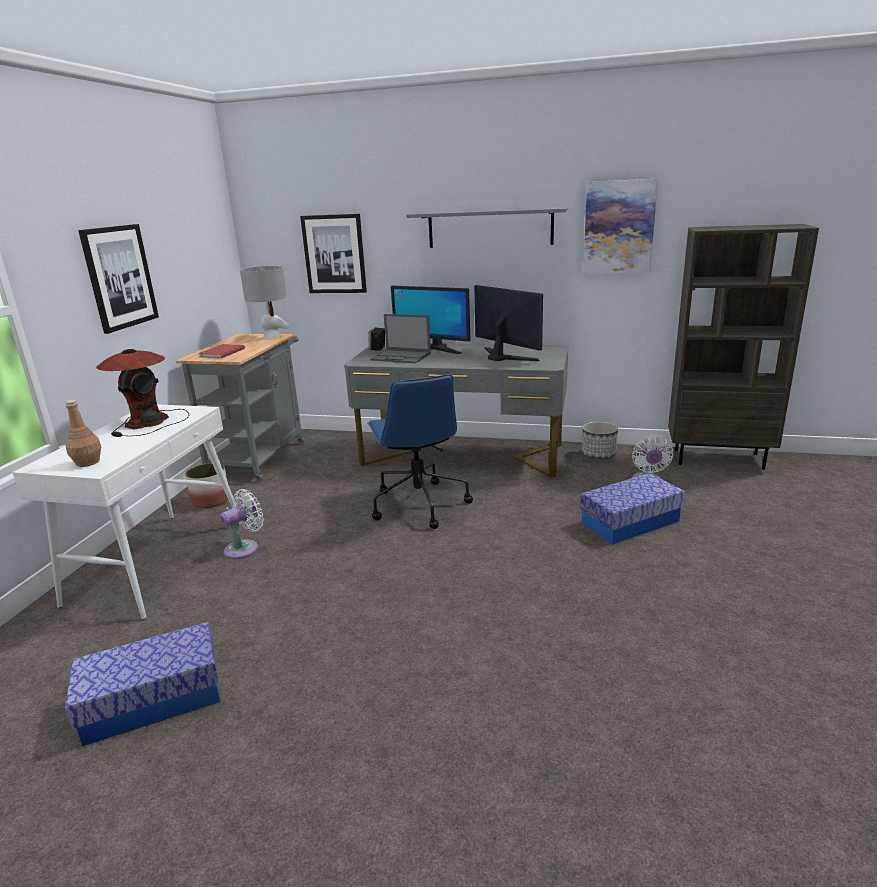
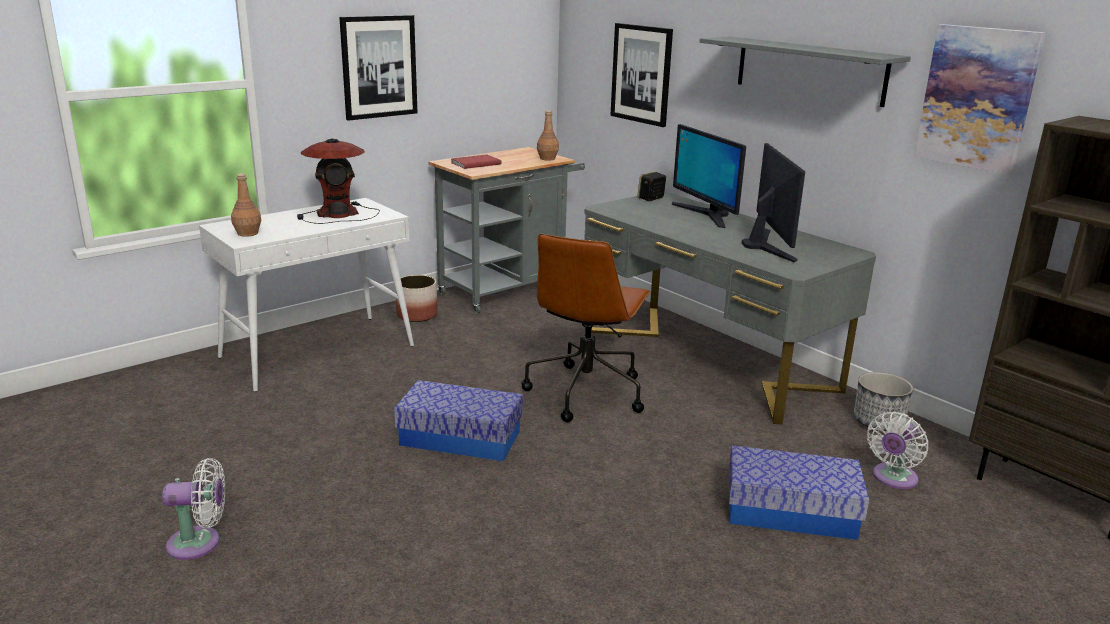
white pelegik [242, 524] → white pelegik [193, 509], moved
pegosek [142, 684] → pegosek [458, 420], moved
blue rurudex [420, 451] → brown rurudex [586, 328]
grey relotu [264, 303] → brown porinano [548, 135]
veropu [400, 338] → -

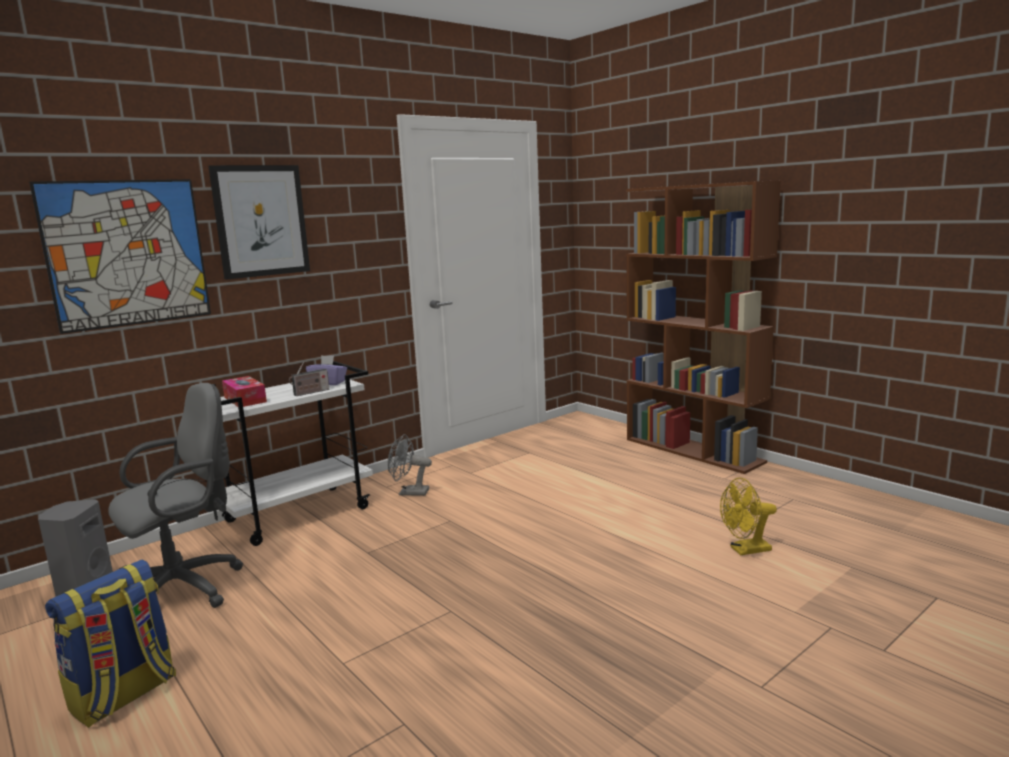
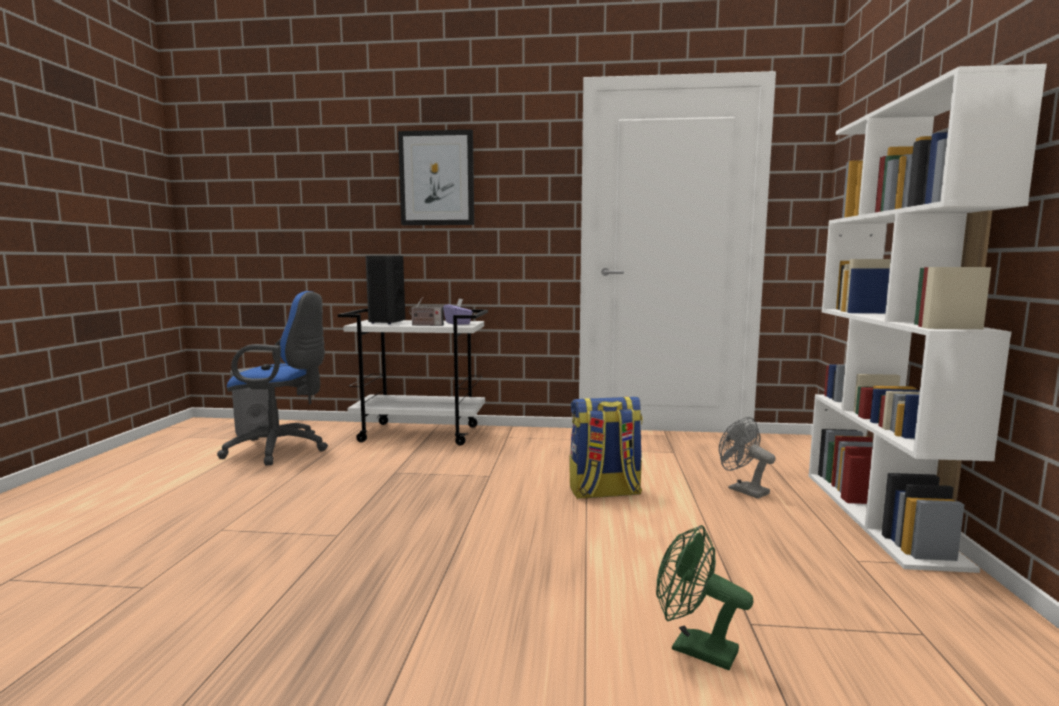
grey rurudex [175, 495] → blue rurudex [272, 378]
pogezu [244, 391] → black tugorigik [385, 290]
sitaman [110, 643] → sitaman [606, 448], moved
yellow pelegik [748, 516] → green pelegik [705, 597]
grey pelegik [410, 465] → grey pelegik [747, 458], moved
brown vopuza [703, 327] → white vopuza [928, 318]
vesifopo [120, 256] → -

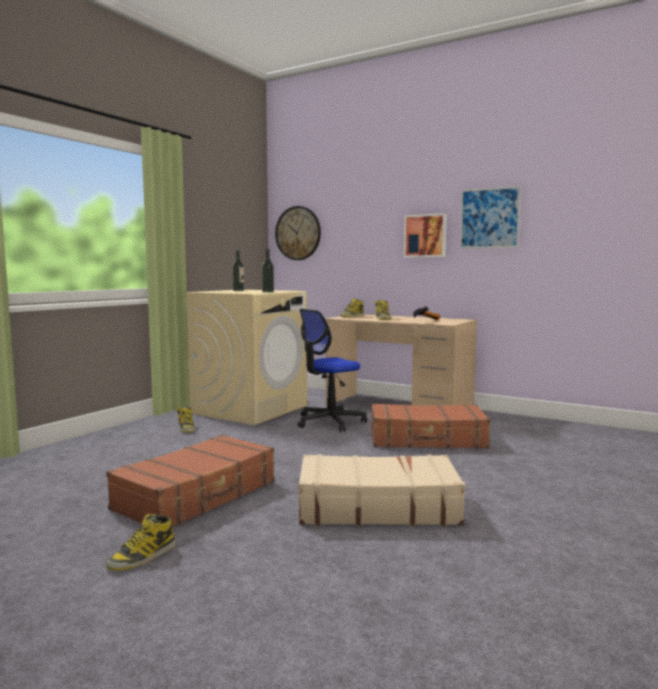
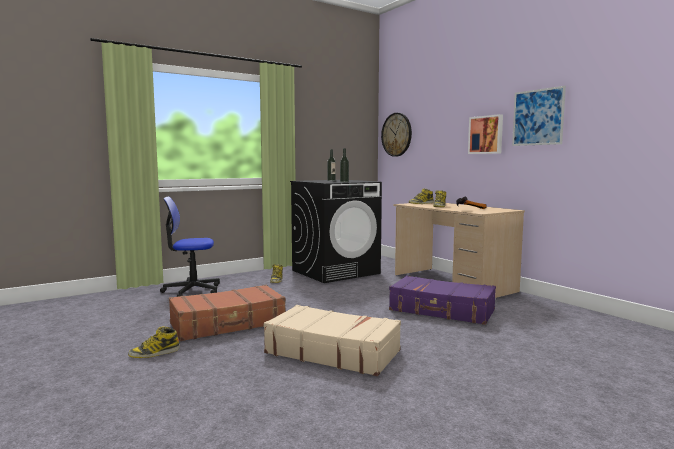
rurudex [332, 370] → rurudex [190, 246], moved
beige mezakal [245, 357] → black mezakal [336, 231]
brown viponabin [430, 426] → purple viponabin [442, 300]

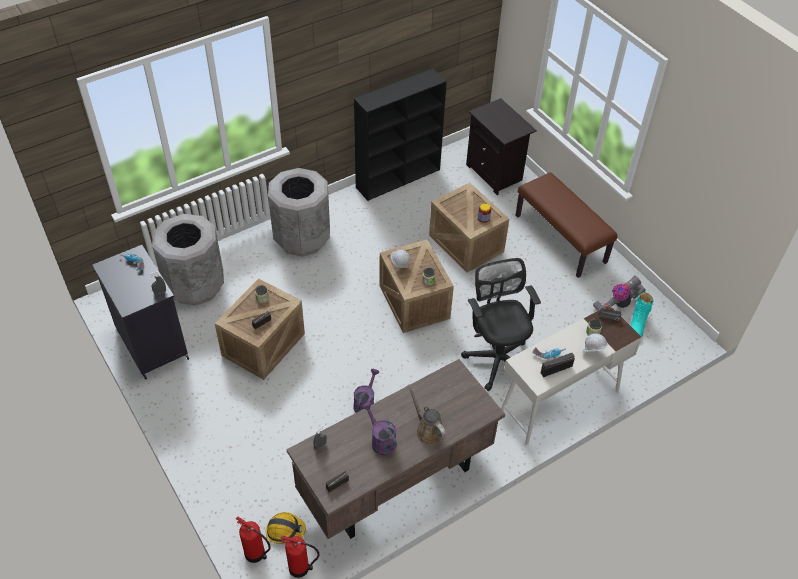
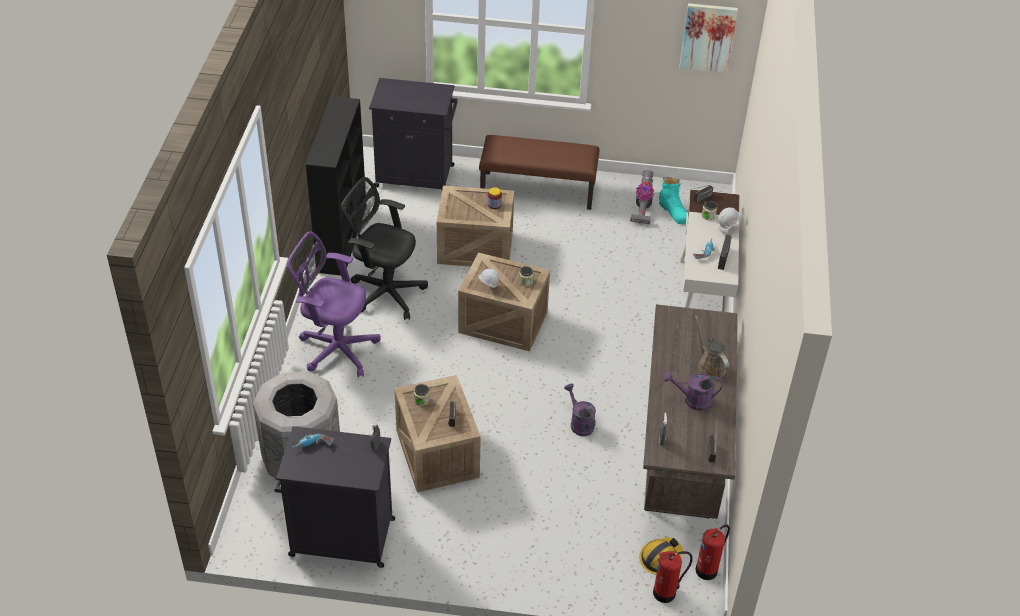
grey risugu [299, 212] → purple rurudex [333, 304]
black rurudex [501, 324] → black rurudex [384, 248], moved
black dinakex [501, 146] → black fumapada [413, 134]
- → vesifopo [708, 38]
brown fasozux [427, 415] → brown fasozux [712, 347], 60 degrees clockwise

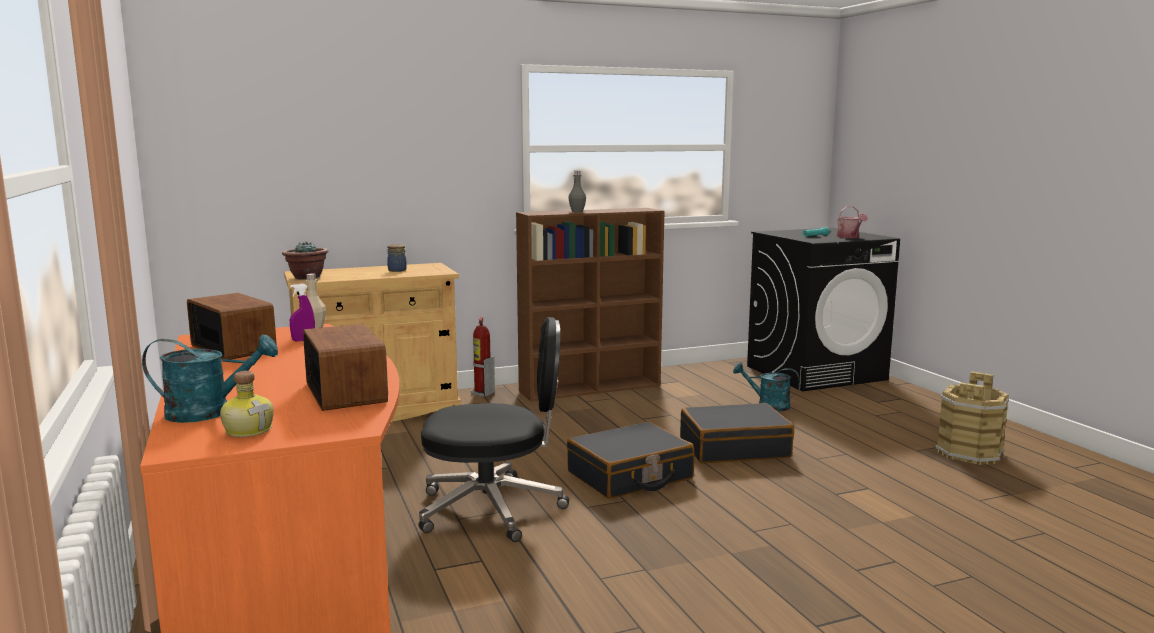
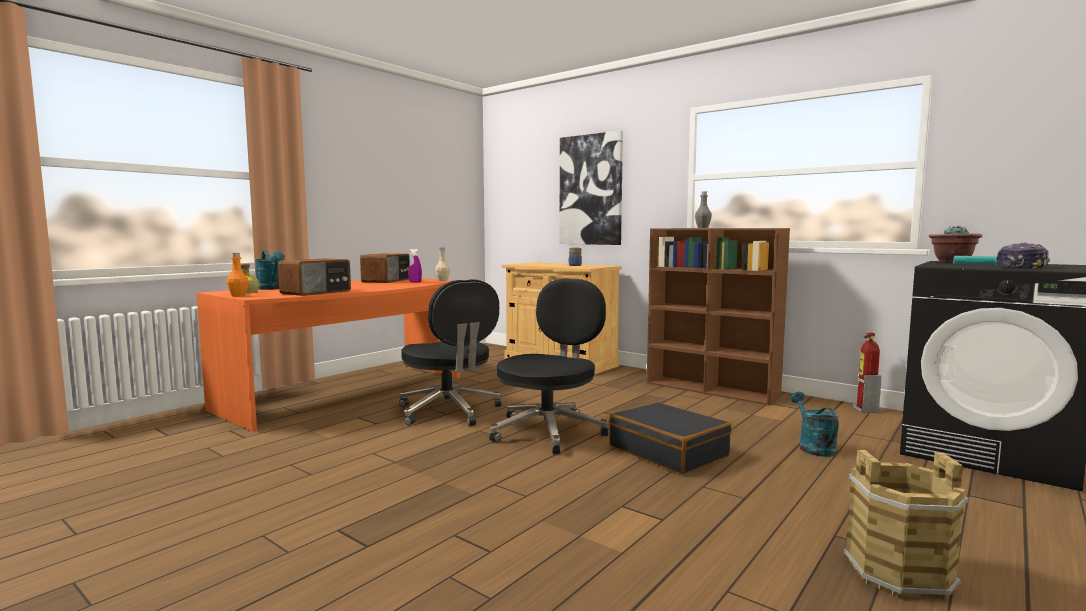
- → orange porinano [238, 275]
black viponabin [630, 460] → black rurudex [549, 366]
- → vesifopo [591, 187]
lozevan [483, 357] → lozevan [867, 373], moved
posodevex [305, 260] → posodevex [955, 244], moved
fasozux [852, 222] → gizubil [1023, 255]

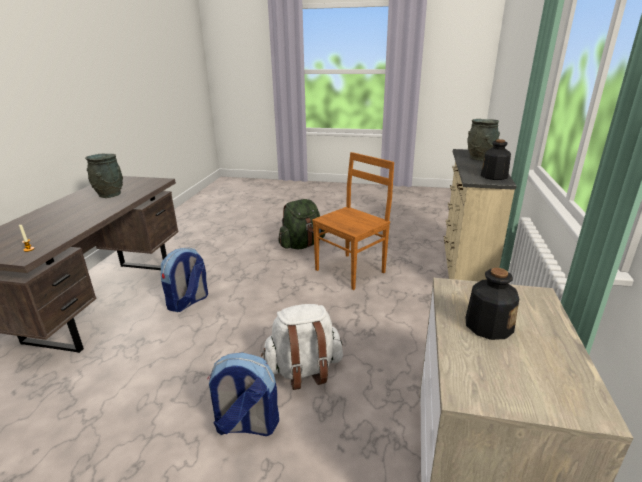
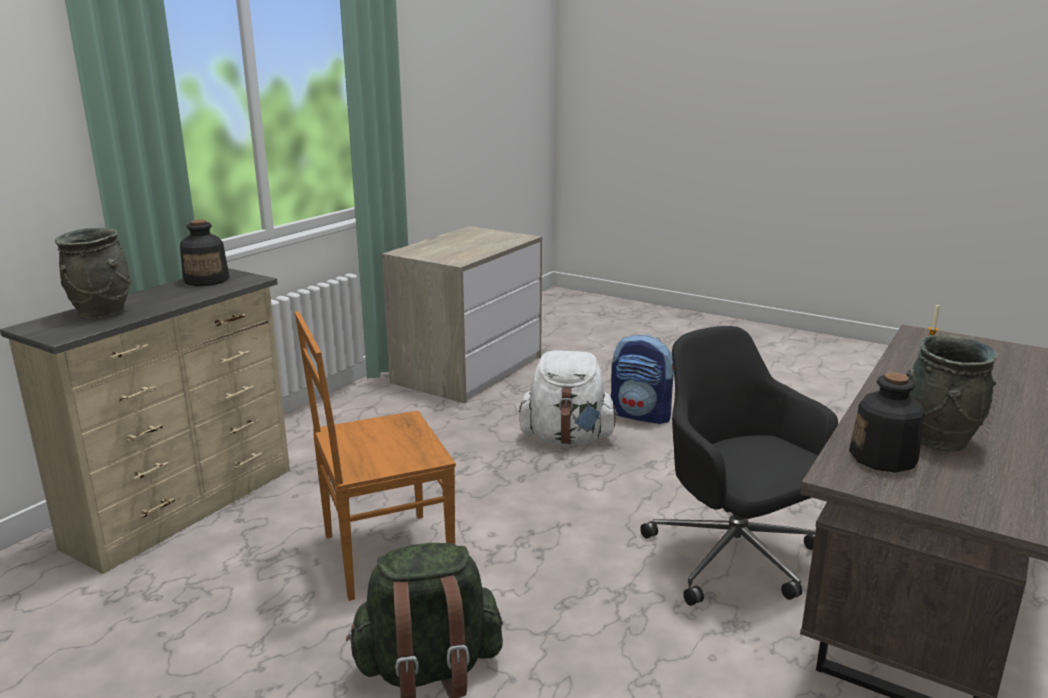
sitaman [184, 280] → black rurudex [739, 466]
porinano [492, 304] → porinano [887, 422], moved

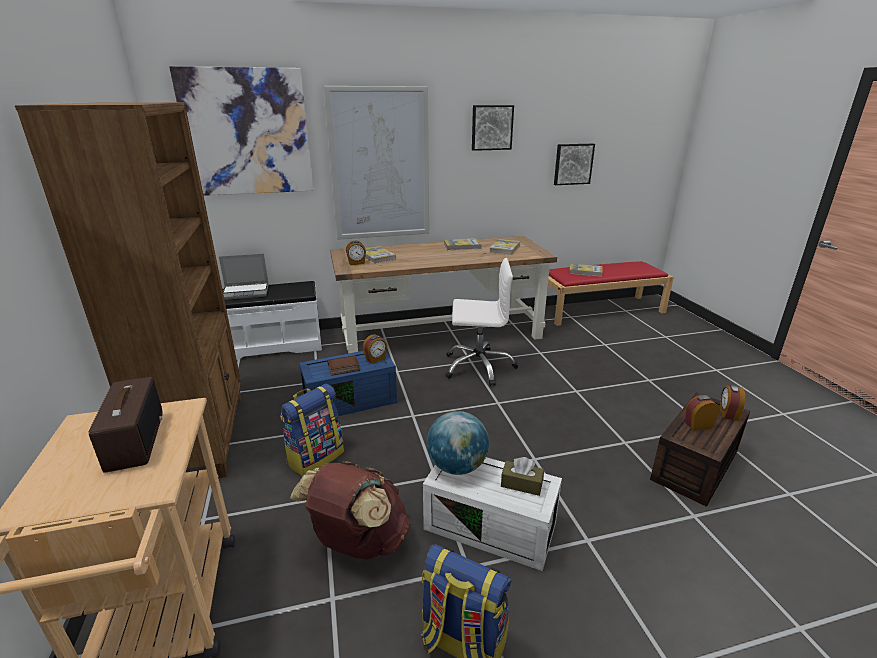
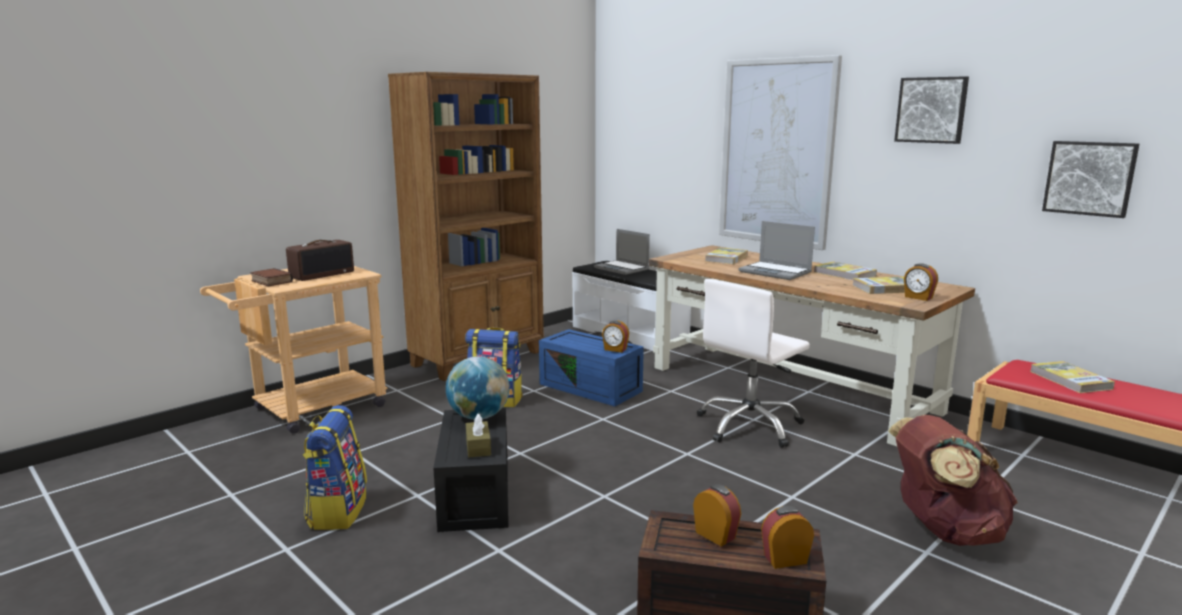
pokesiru [344, 365] → pokesiru [271, 277], moved
white pegosek [492, 514] → black pegosek [471, 470]
white rurudex [481, 322] → white rurudex [753, 363], 75 degrees clockwise
- → veropu [777, 250]
brown sitaman [350, 510] → brown sitaman [953, 480], moved
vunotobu [356, 252] → vunotobu [921, 282], moved
vesifopo [241, 131] → -

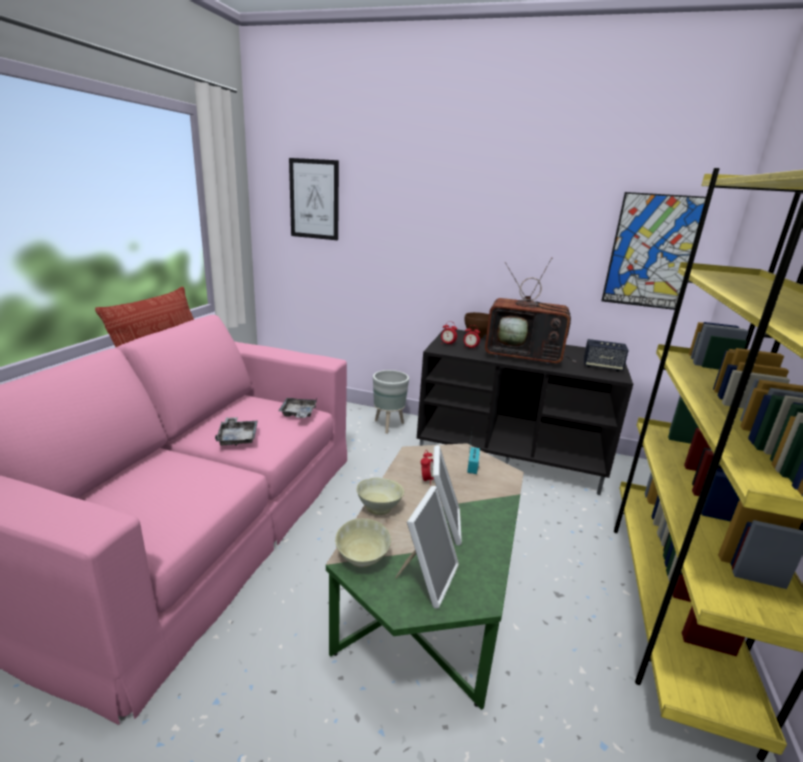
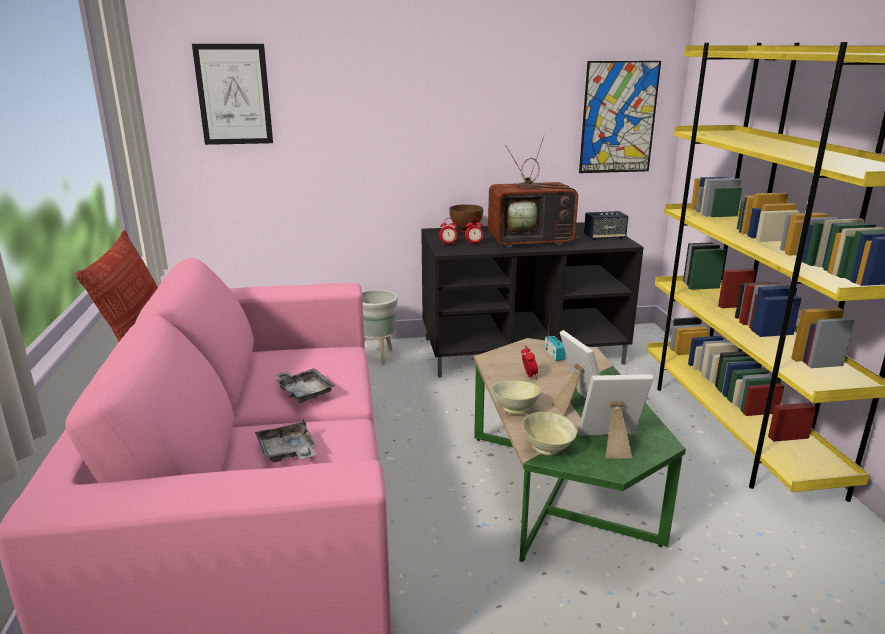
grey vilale [297, 408] → grey vilale [286, 440], moved
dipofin [427, 547] → dipofin [616, 416], 90 degrees counterclockwise

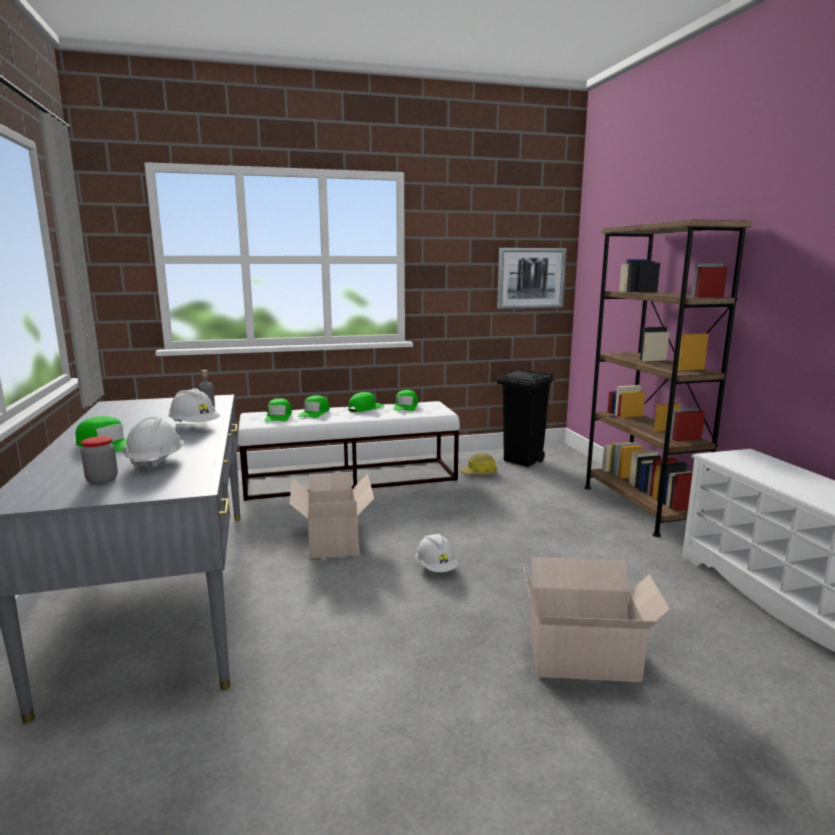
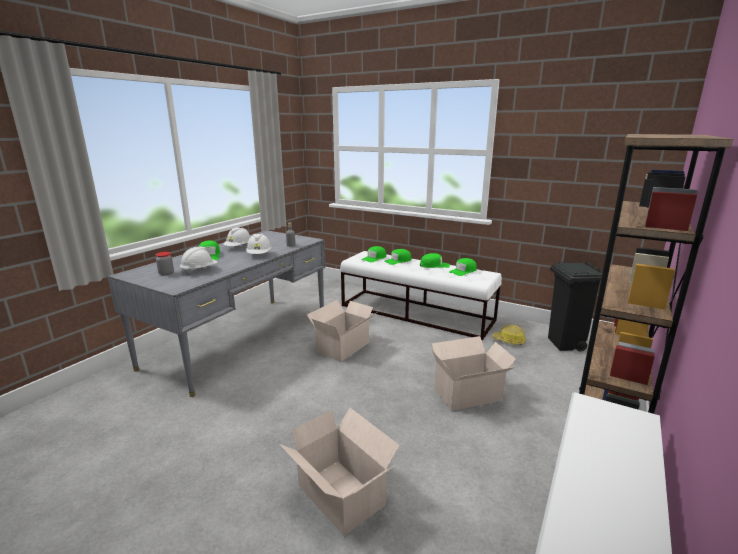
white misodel [436, 553] → white misodel [237, 236], moved
- → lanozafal [474, 373]
vesifopo [532, 278] → -

